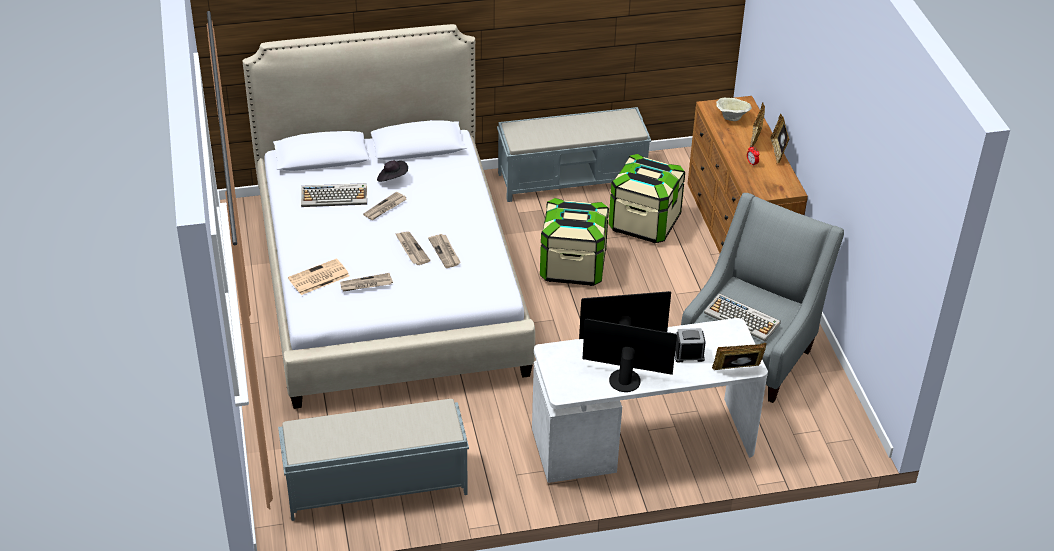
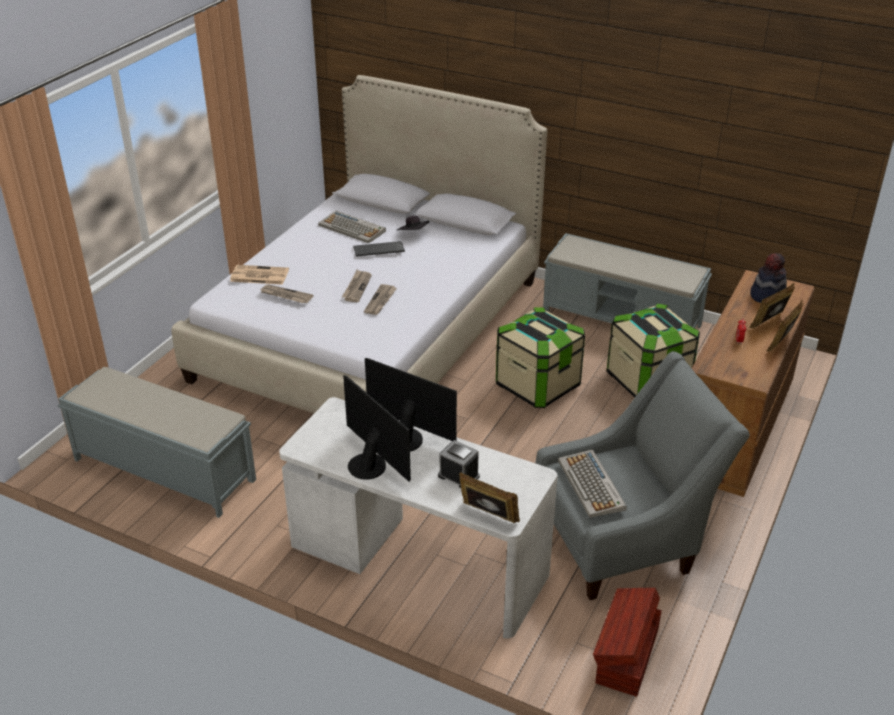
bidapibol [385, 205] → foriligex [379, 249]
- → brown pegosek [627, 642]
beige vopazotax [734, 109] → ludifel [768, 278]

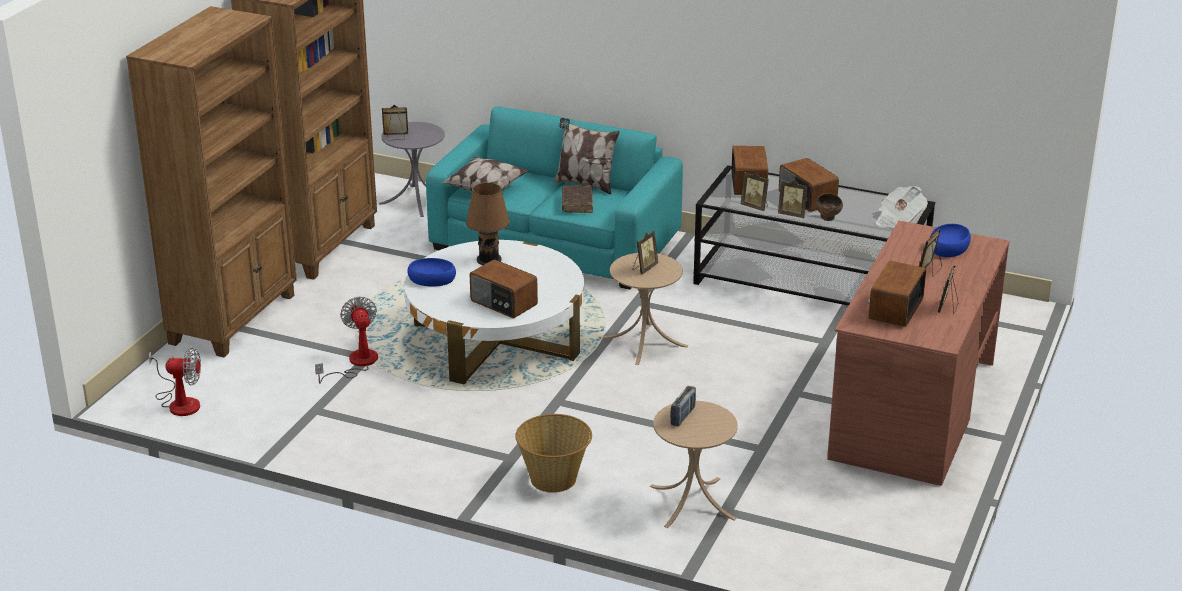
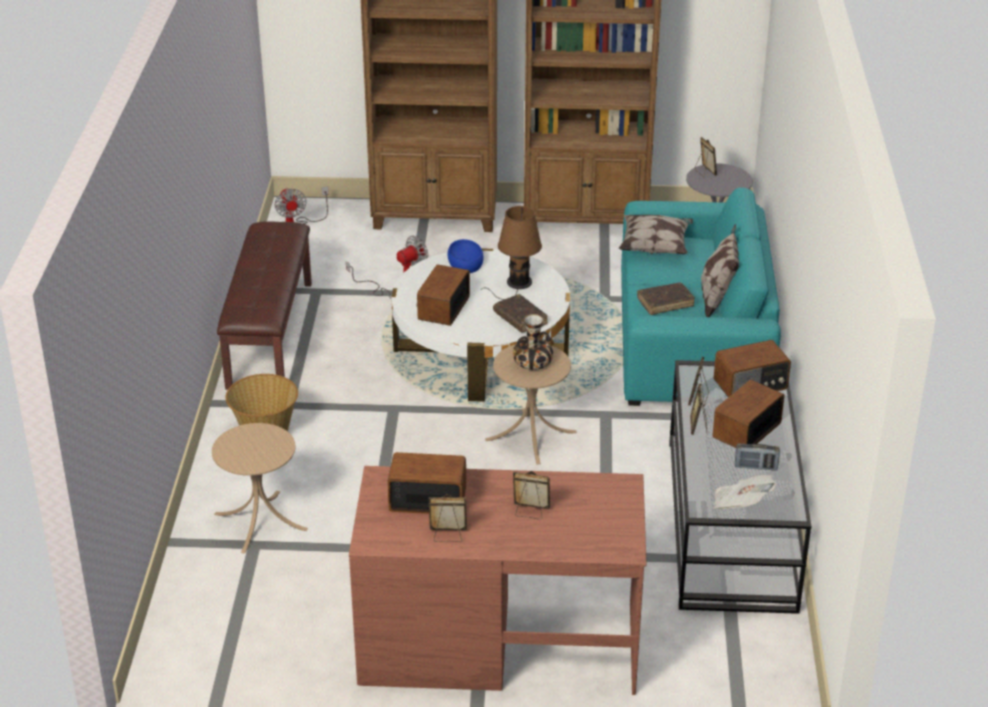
- → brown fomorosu [264, 305]
- → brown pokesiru [520, 313]
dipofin [645, 252] → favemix [533, 342]
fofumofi [683, 406] → fofumofi [757, 457], moved
brown vopazotax [829, 207] → -
blue vopazotax [950, 240] → -

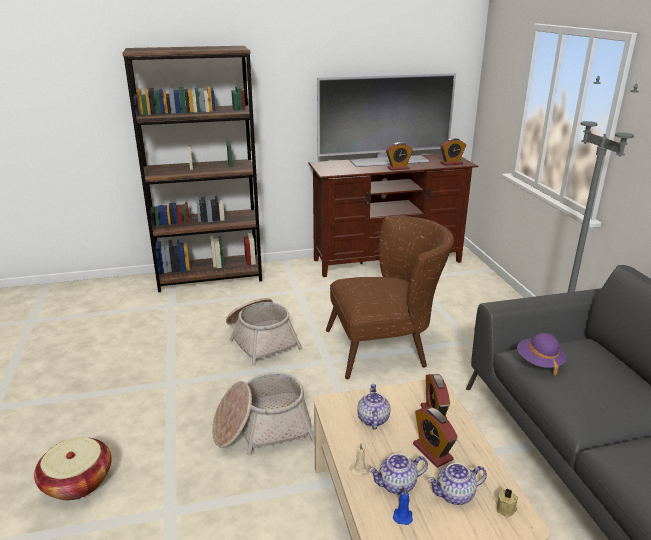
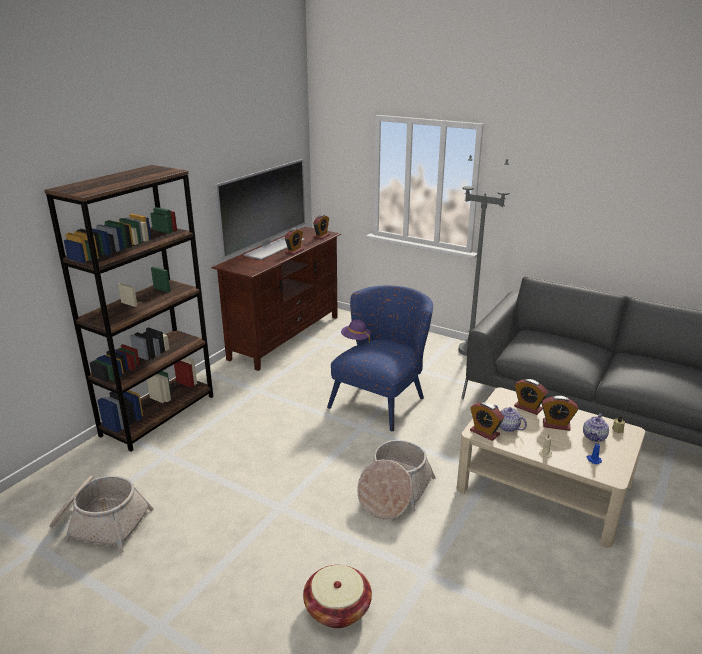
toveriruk [264, 332] → toveriruk [101, 514], moved
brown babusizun [390, 297] → blue babusizun [380, 358]
purple ludifel [542, 354] → purple ludifel [356, 330], moved
- → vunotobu [487, 421]
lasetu [398, 474] → -

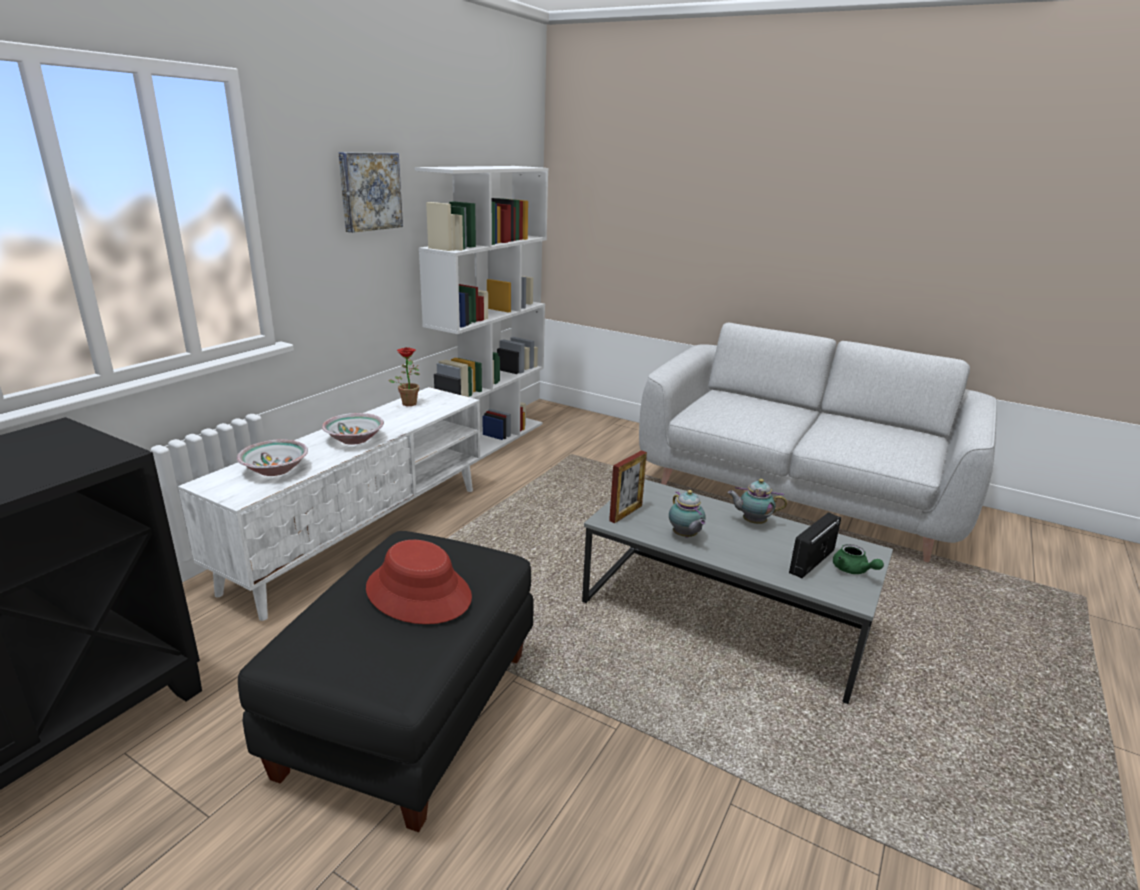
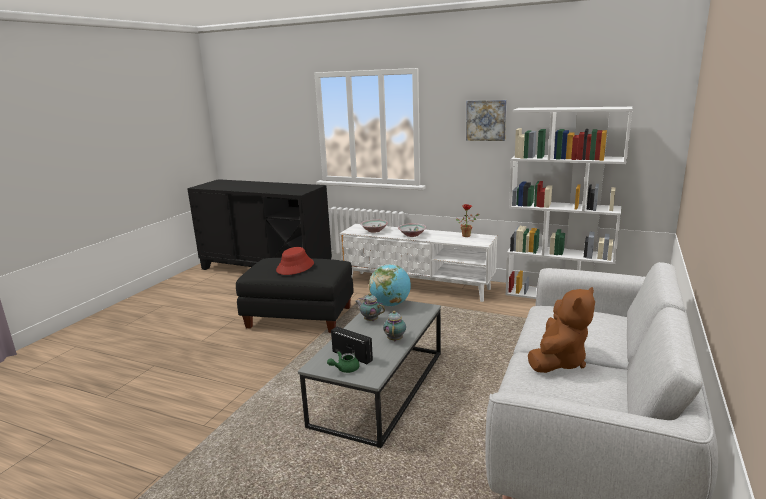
lasetu [687, 514] → lasetu [370, 307], 60 degrees clockwise
dipofin [628, 486] → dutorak [390, 285]
- → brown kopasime [561, 330]

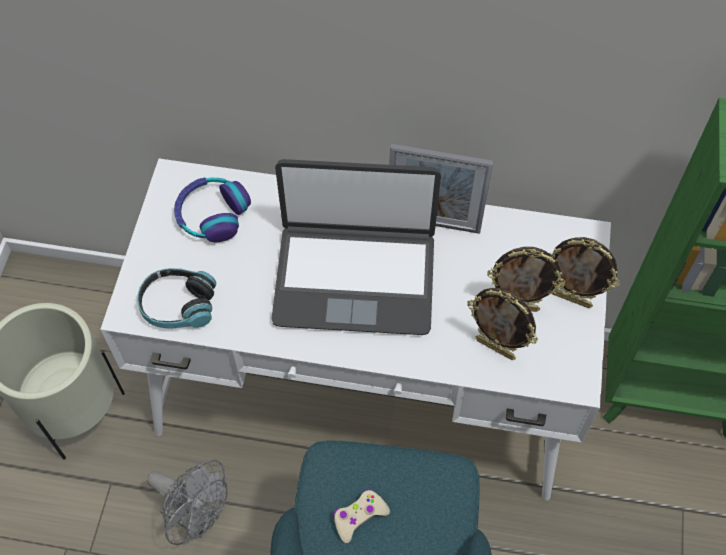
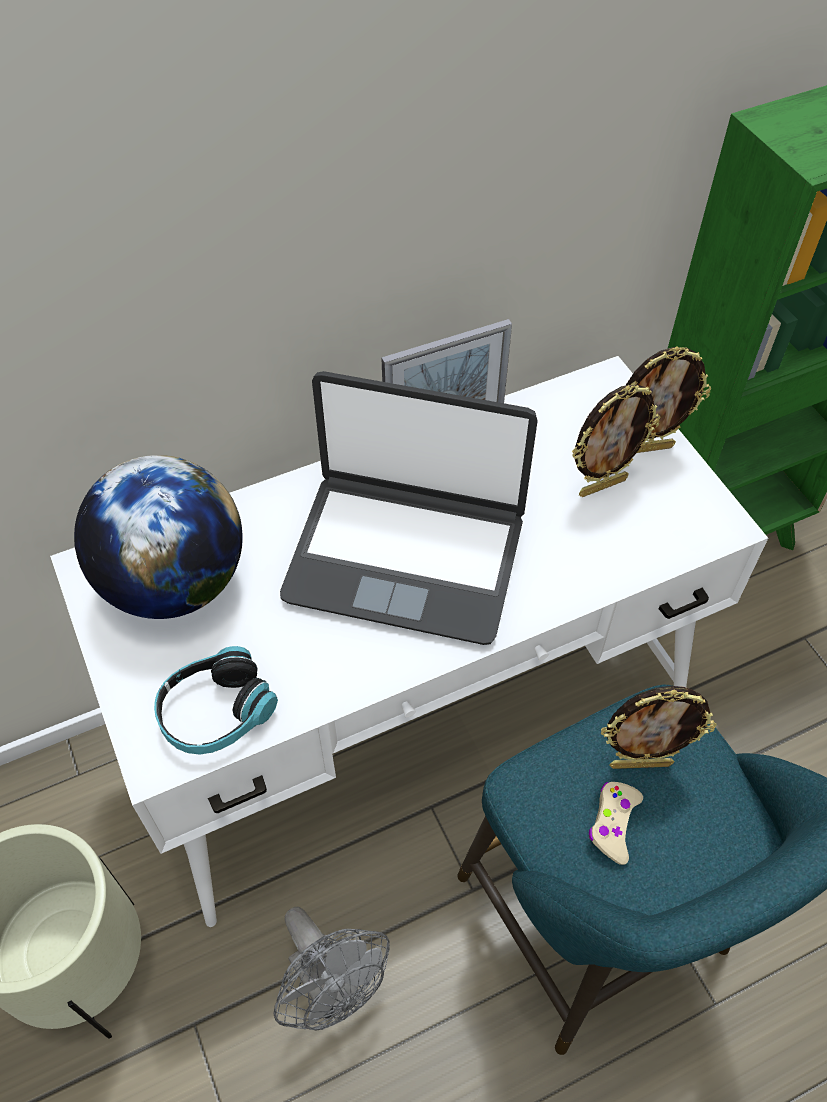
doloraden [212, 210] → dutorak [158, 537]
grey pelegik [187, 502] → grey pelegik [331, 968], 60 degrees clockwise
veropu [356, 247] → veropu [409, 508], 45 degrees clockwise
dipofin [502, 324] → dipofin [659, 727], moved

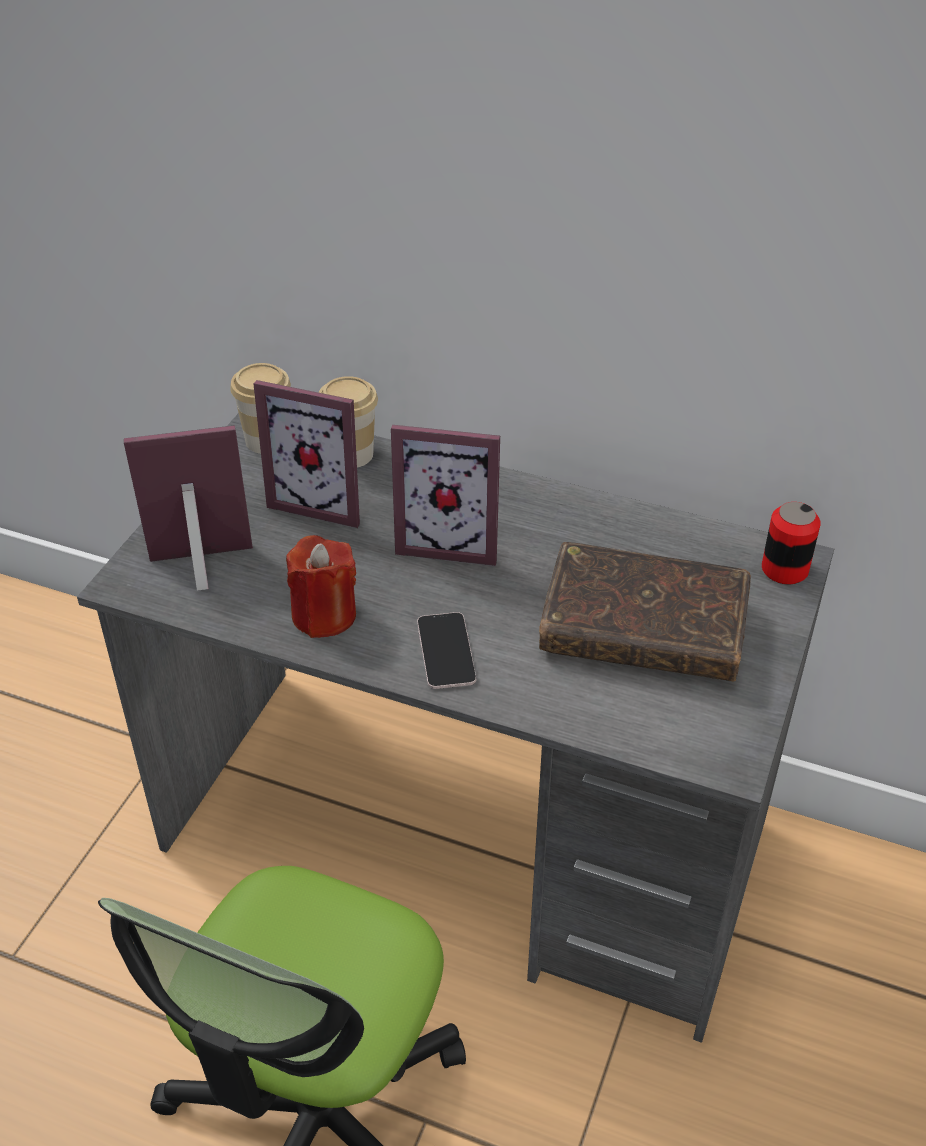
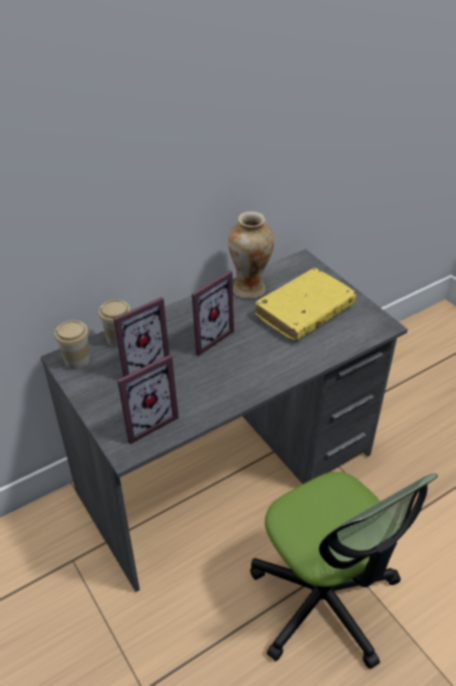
dipofin [188, 508] → dipofin [148, 399], 150 degrees counterclockwise
- → favemix [251, 255]
brown pokesiru [645, 612] → yellow pokesiru [306, 304]
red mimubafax [321, 586] → -
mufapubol [446, 650] → -
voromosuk [791, 543] → -

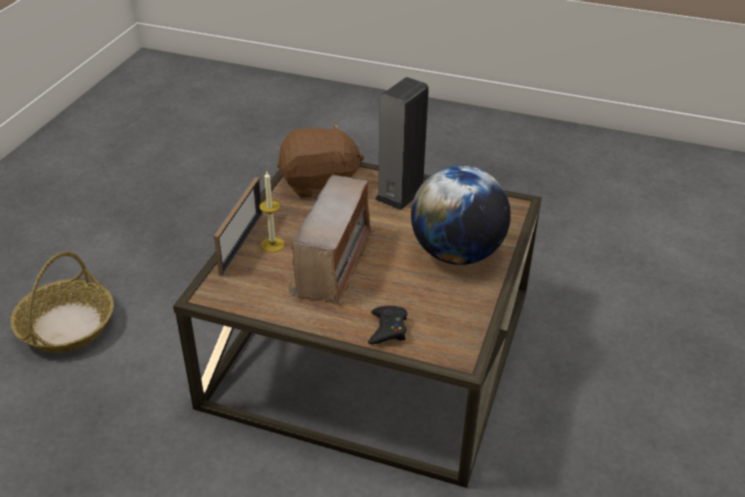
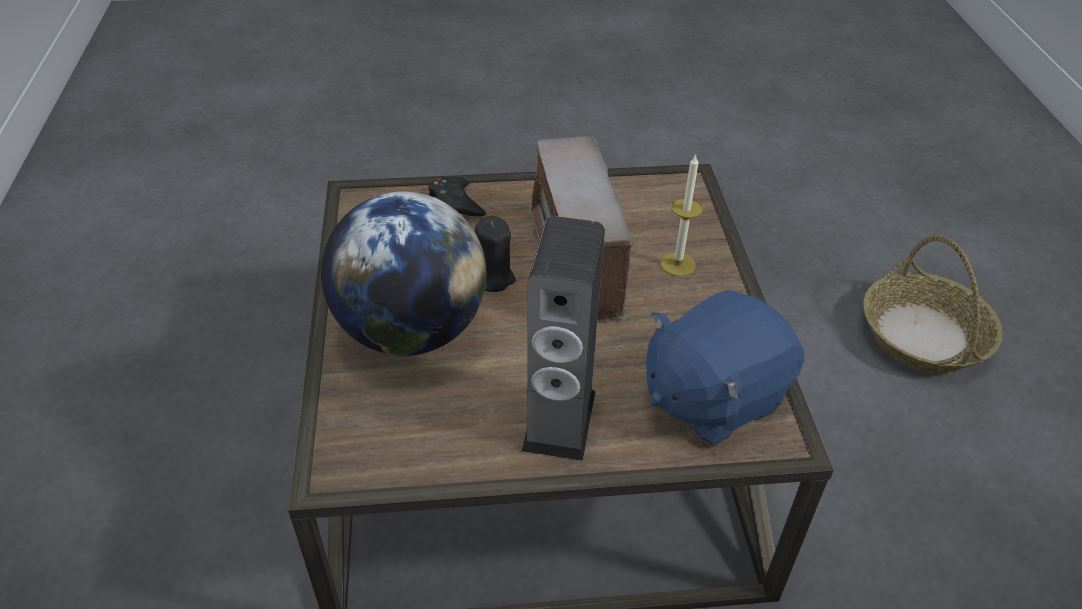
- → black mimubafax [495, 254]
brown kopasime [321, 160] → blue kopasime [725, 367]
dipofin [238, 226] → -

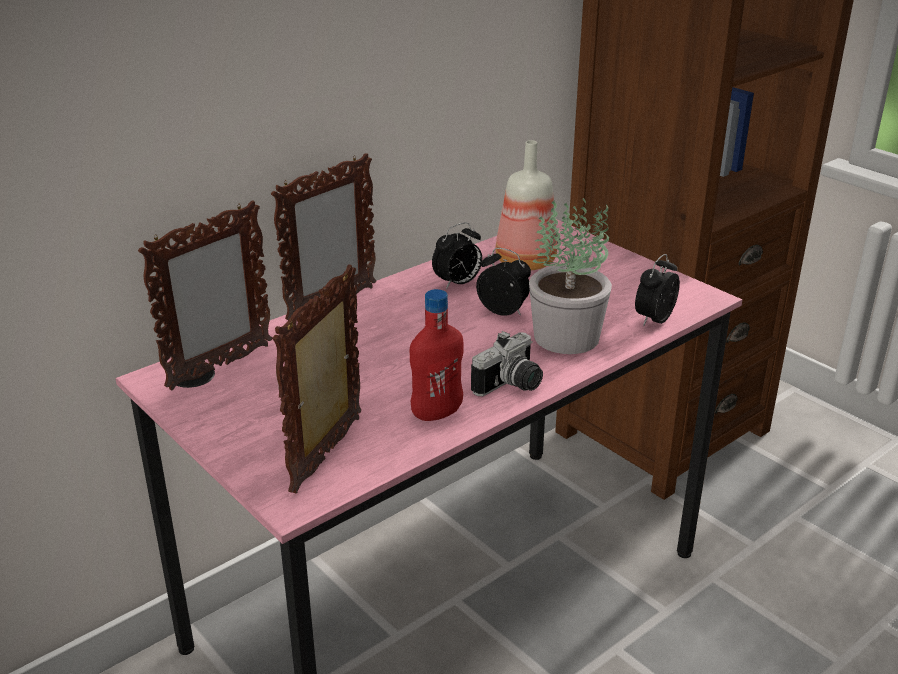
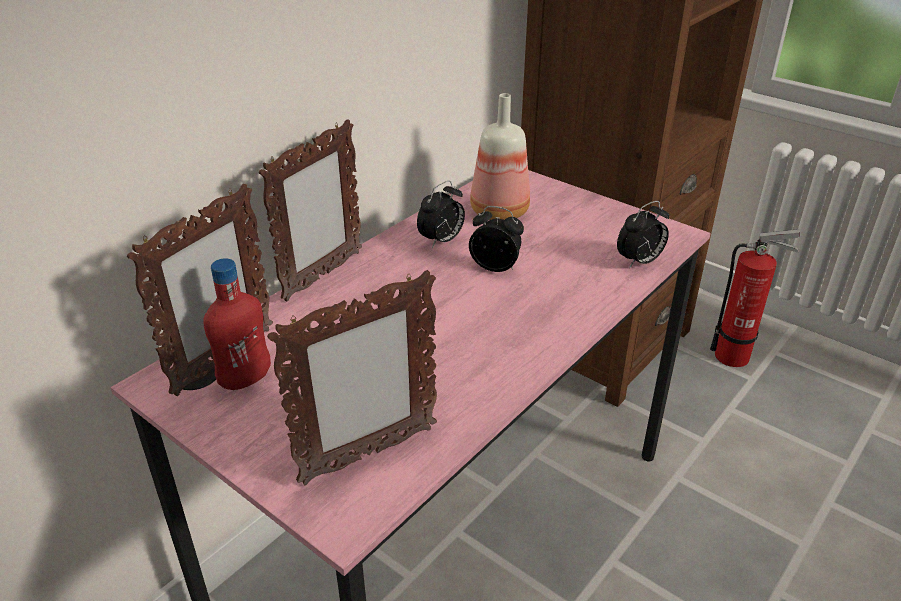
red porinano [437, 355] → red porinano [237, 324], moved
dipofin [316, 379] → dipofin [352, 377], 135 degrees counterclockwise
vunotobu [657, 290] → vunotobu [643, 234], 150 degrees counterclockwise
- → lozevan [755, 298]
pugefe [507, 363] → -
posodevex [570, 276] → -

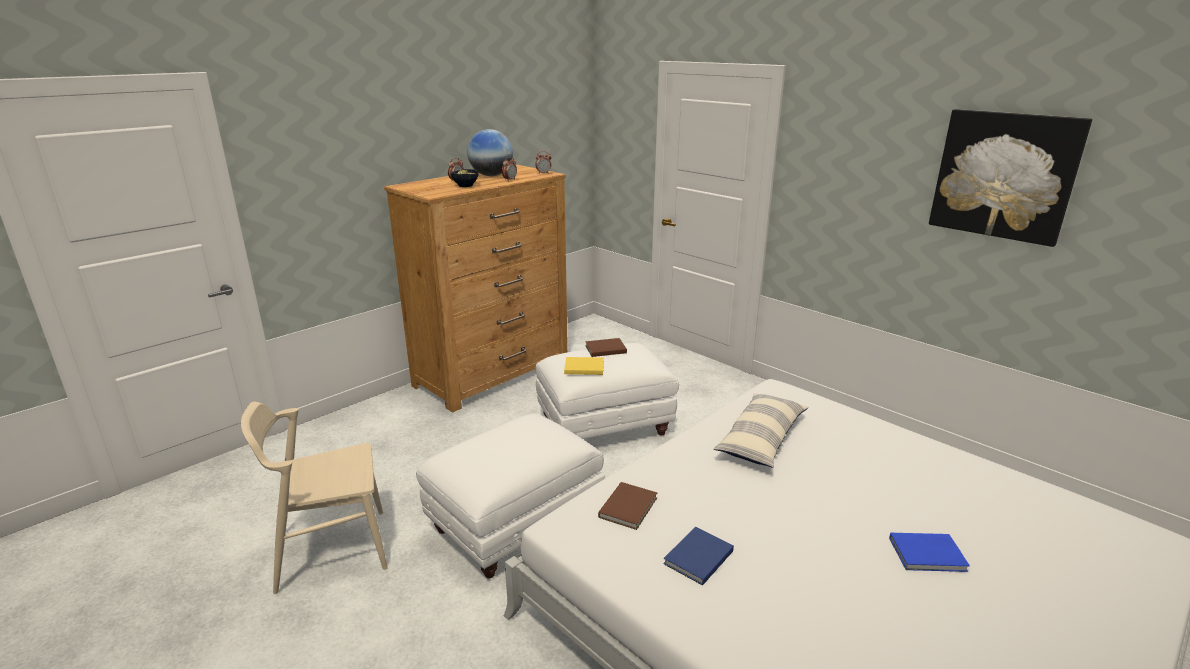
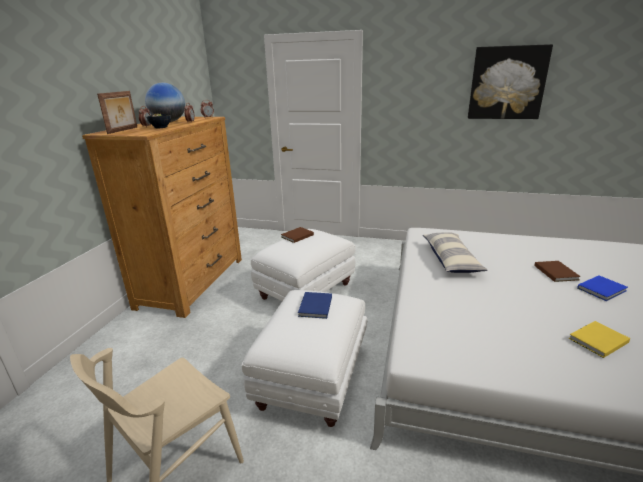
- → dipofin [117, 112]
blue pokesiru [698, 556] → blue pokesiru [315, 305], moved
brown pokesiru [627, 506] → brown pokesiru [557, 271], moved
yellow pokesiru [584, 366] → yellow pokesiru [599, 339], moved

